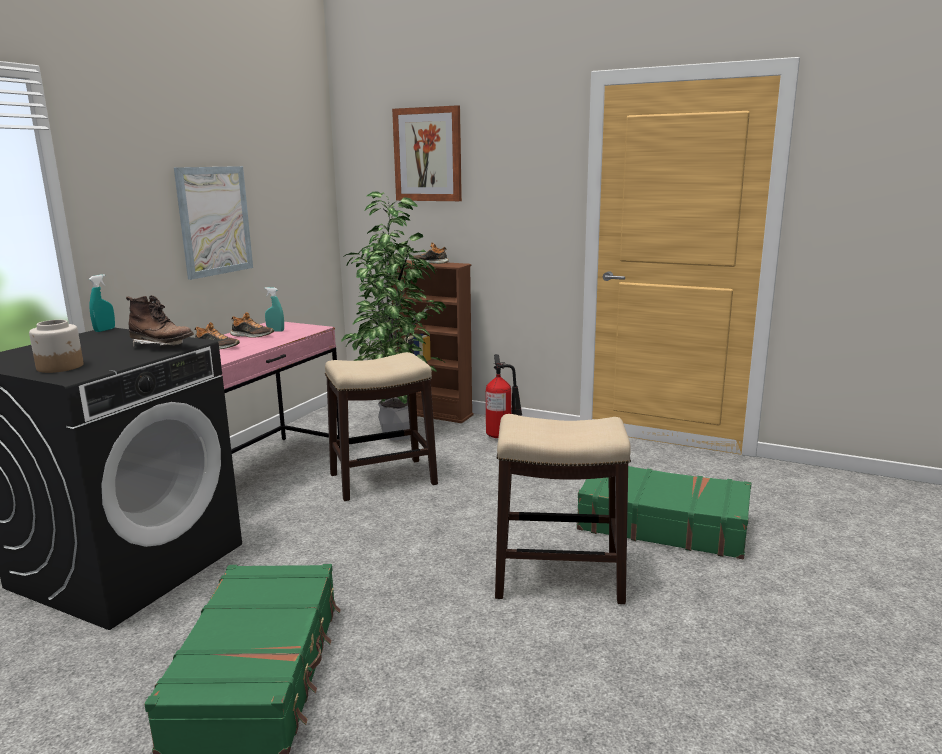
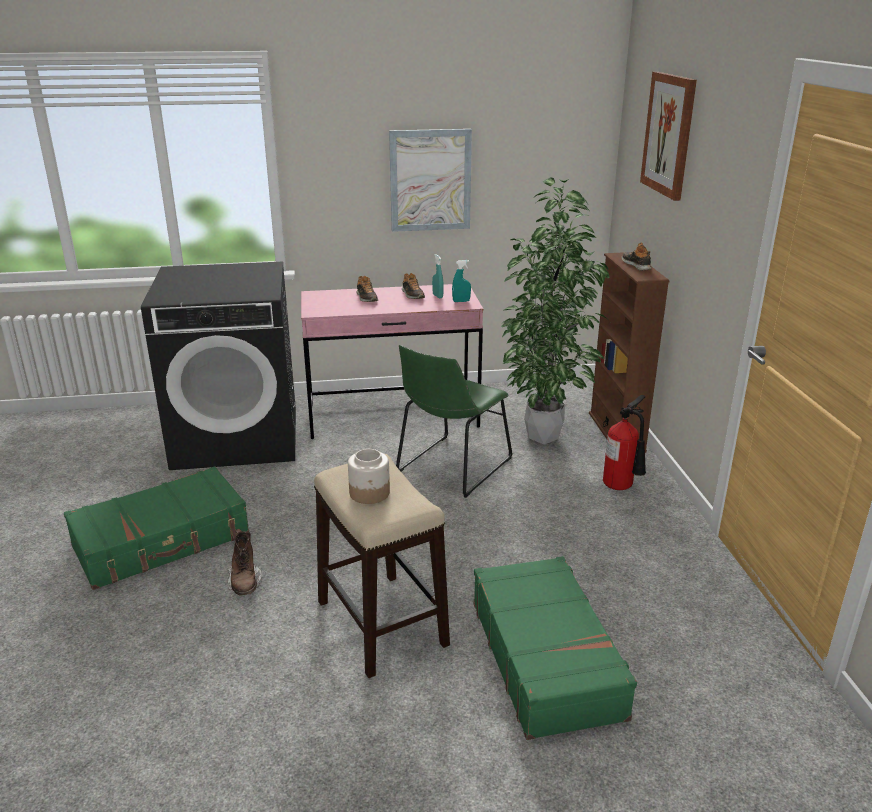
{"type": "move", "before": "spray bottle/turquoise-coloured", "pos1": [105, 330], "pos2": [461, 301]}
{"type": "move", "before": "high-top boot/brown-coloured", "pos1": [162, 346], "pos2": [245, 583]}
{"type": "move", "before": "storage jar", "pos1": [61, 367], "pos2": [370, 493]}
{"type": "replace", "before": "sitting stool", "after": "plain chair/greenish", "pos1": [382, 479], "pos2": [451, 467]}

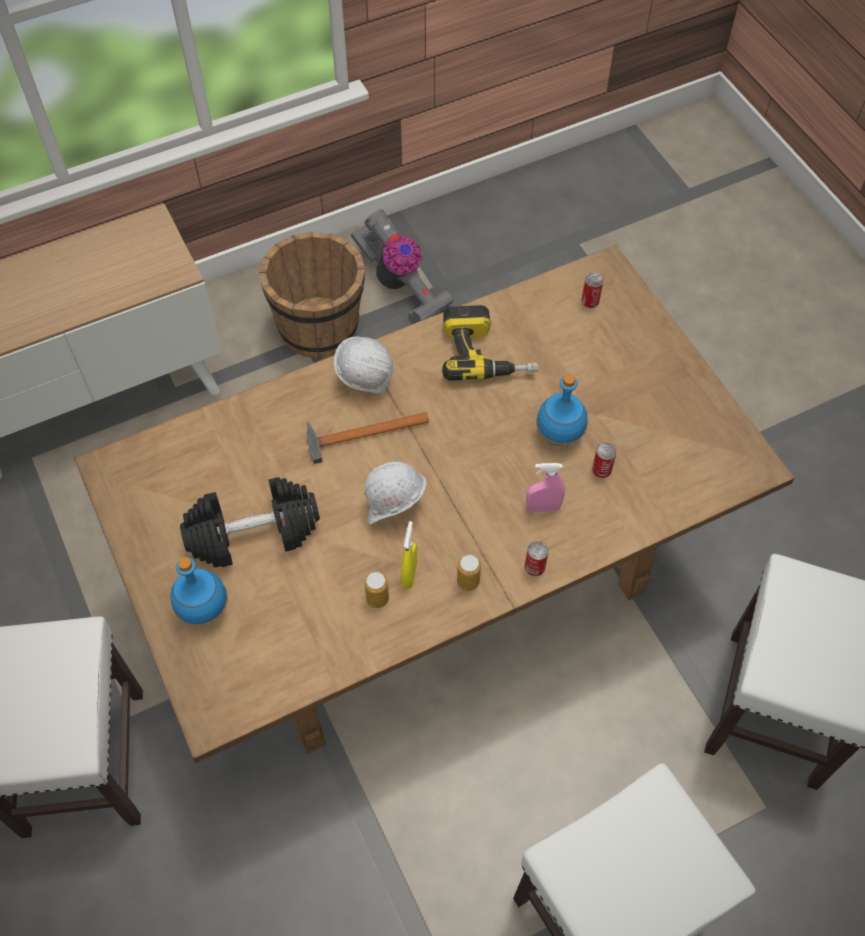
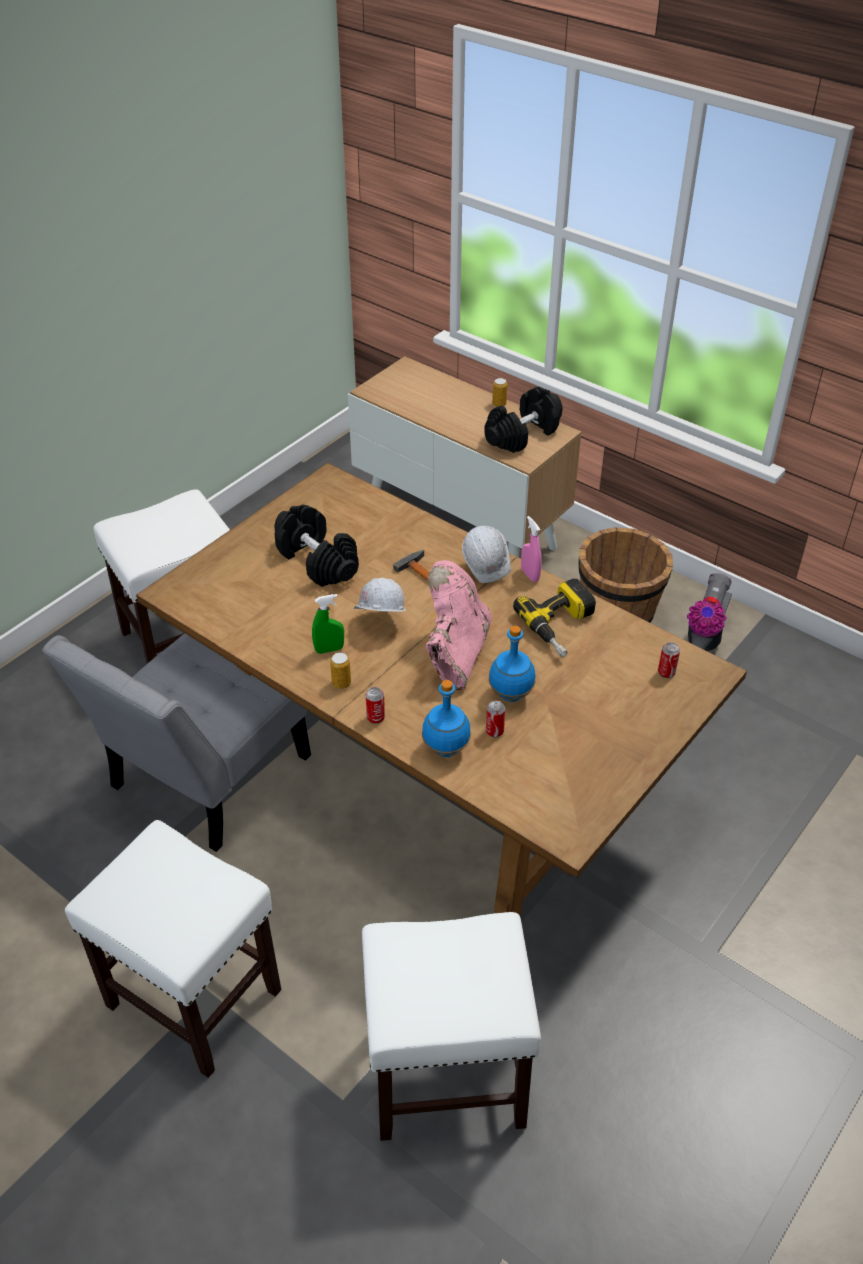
{"type": "move", "before": "spray bottle/pink-coloured", "pos1": [543, 507], "pos2": [530, 575]}
{"type": "recolor", "before": "spray bottle/yellowish", "after": "spray bottle/greenish", "pos1": [409, 574], "pos2": [329, 649]}
{"type": "move", "before": "beverage bottle/bluish", "pos1": [205, 610], "pos2": [446, 749]}
{"type": "move", "before": "can", "pos1": [377, 598], "pos2": [499, 404]}
{"type": "insert", "after": "hand weight/blackish", "pos2": [522, 435]}
{"type": "insert", "after": "high-top boot/pink-coloured", "pos2": [455, 654]}
{"type": "insert", "after": "plain chair/greyish", "pos2": [203, 779]}

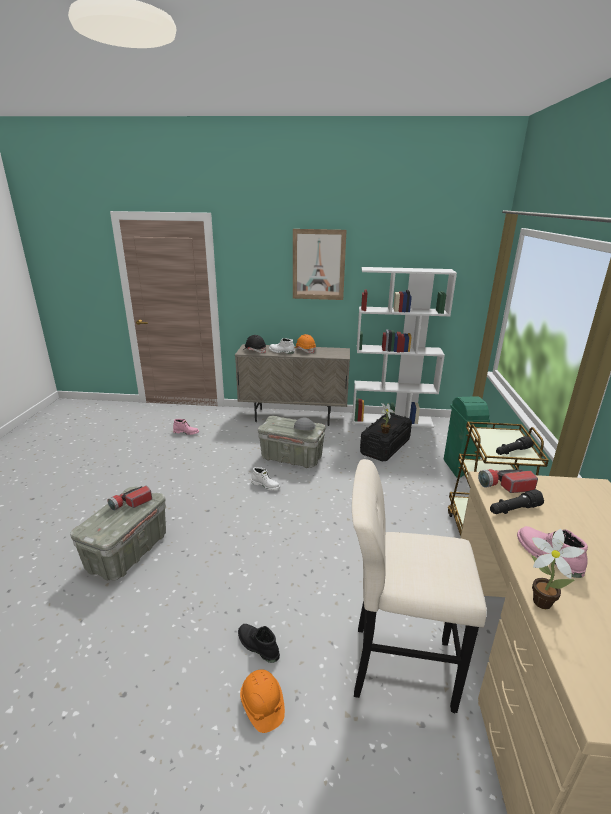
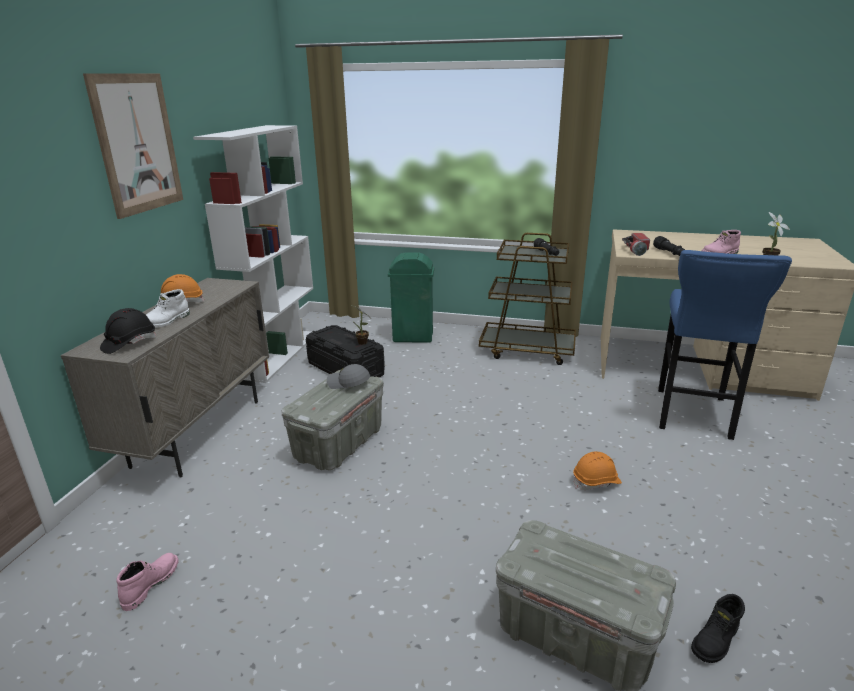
{"type": "recolor", "before": "sitting stool/beige-coloured", "after": "sitting stool/bluish", "pos1": [396, 665], "pos2": [692, 416]}
{"type": "delete", "before": "high-top boot/whitish", "pos1": [266, 485]}
{"type": "delete", "before": "torch", "pos1": [131, 503]}
{"type": "move", "before": "high-top boot/blackish", "pos1": [257, 646], "pos2": [716, 641]}
{"type": "move", "before": "safety helmet/orange", "pos1": [262, 705], "pos2": [596, 482]}

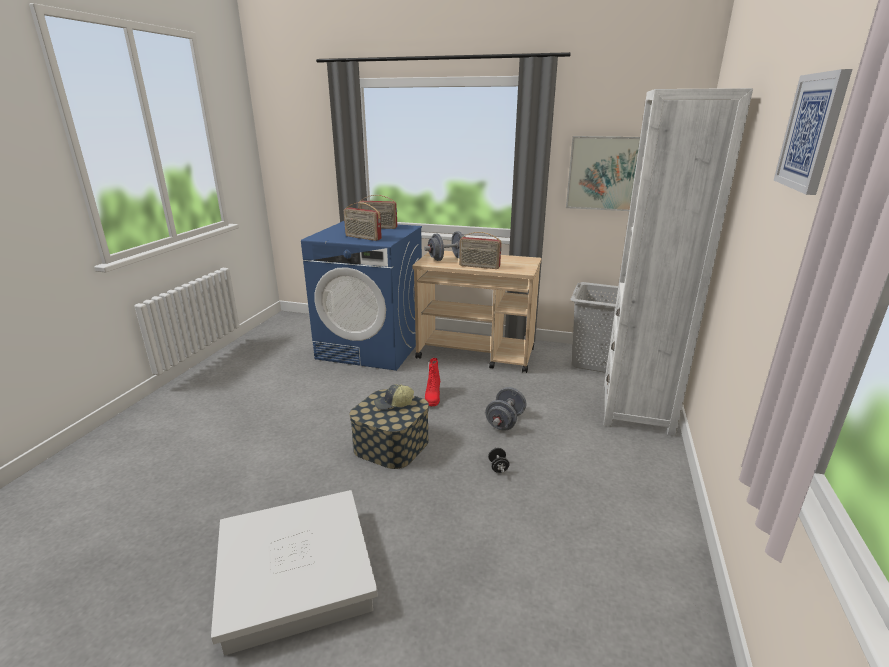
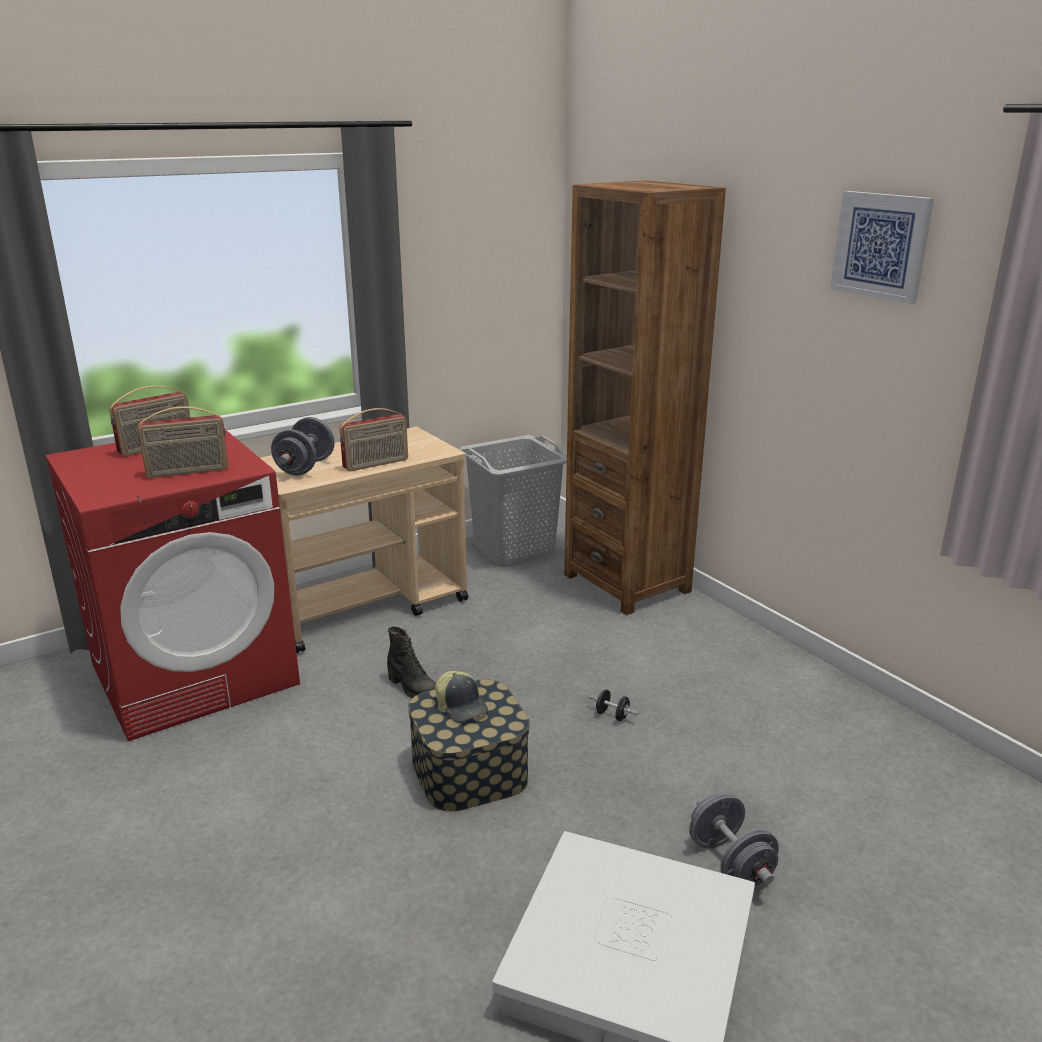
{"type": "recolor", "before": "bookshelf/whitish", "after": "bookshelf/brown-coloured", "pos1": [637, 409], "pos2": [627, 583]}
{"type": "delete", "before": "wall art", "pos1": [605, 173]}
{"type": "recolor", "before": "laundry machine/bluish", "after": "laundry machine/red-coloured", "pos1": [372, 347], "pos2": [195, 673]}
{"type": "recolor", "before": "high-top boot/red-coloured", "after": "high-top boot/blackish", "pos1": [432, 397], "pos2": [413, 689]}
{"type": "rotate", "before": "cap", "pos1": [393, 404], "pos2": [462, 706], "turn": -60}
{"type": "move", "before": "hand weight/greyish", "pos1": [505, 421], "pos2": [730, 863]}

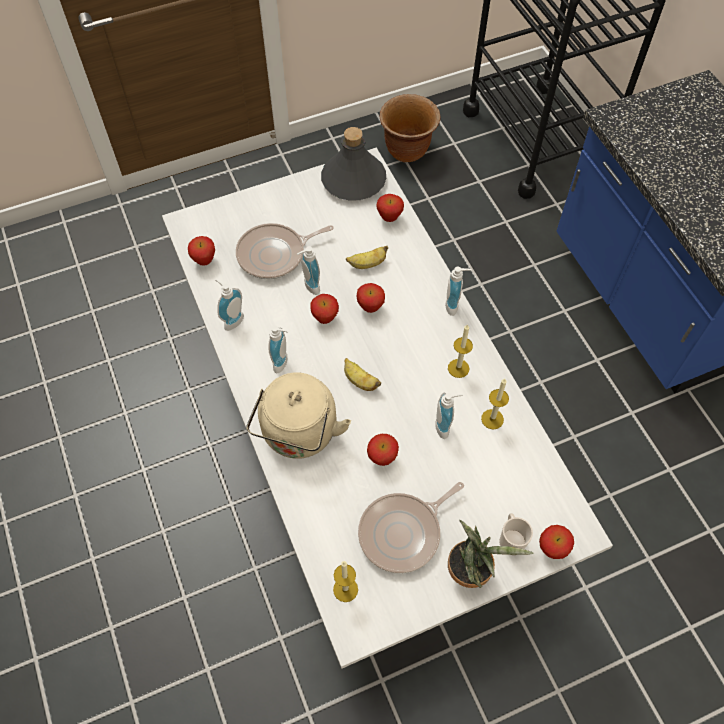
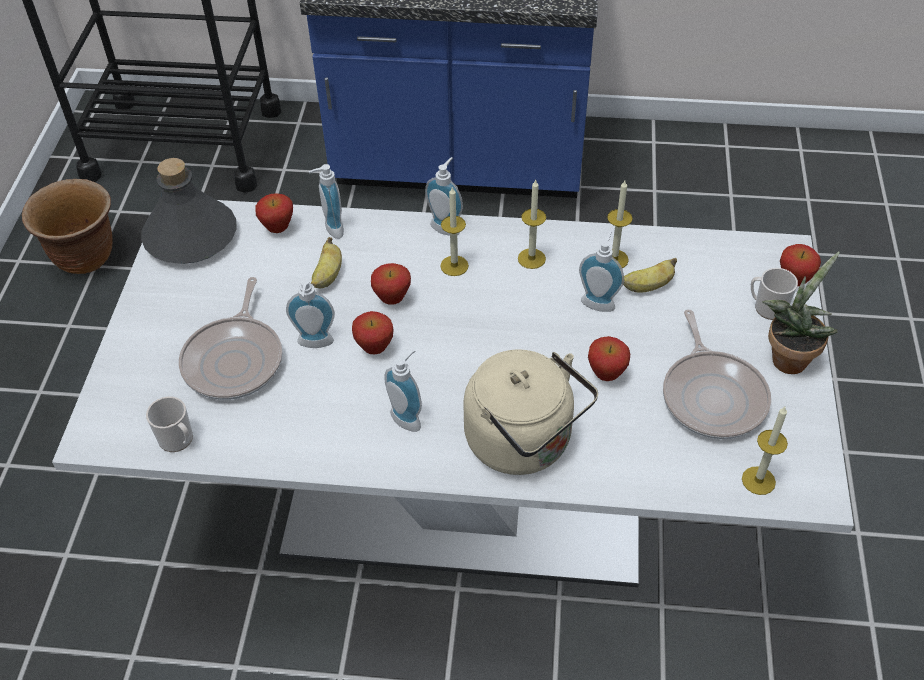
{"type": "replace", "before": "whole apple", "after": "tea mug", "pos1": [204, 261], "pos2": [178, 440]}
{"type": "move", "before": "soap dispenser", "pos1": [231, 320], "pos2": [330, 229]}
{"type": "move", "before": "banana fruit", "pos1": [360, 381], "pos2": [647, 287]}
{"type": "insert", "after": "wax candle", "pos2": [454, 265]}

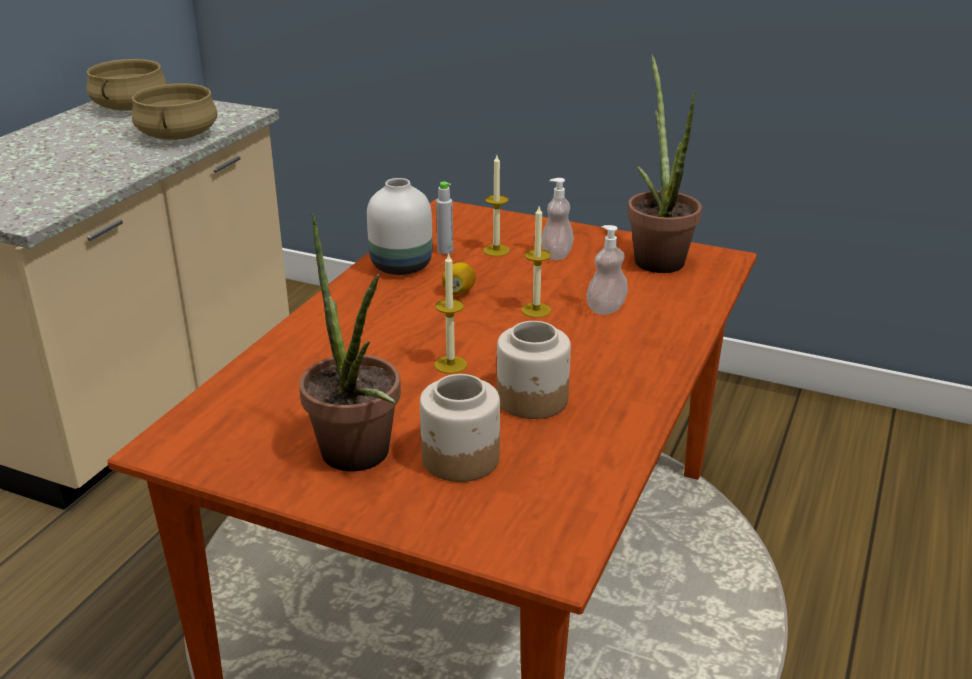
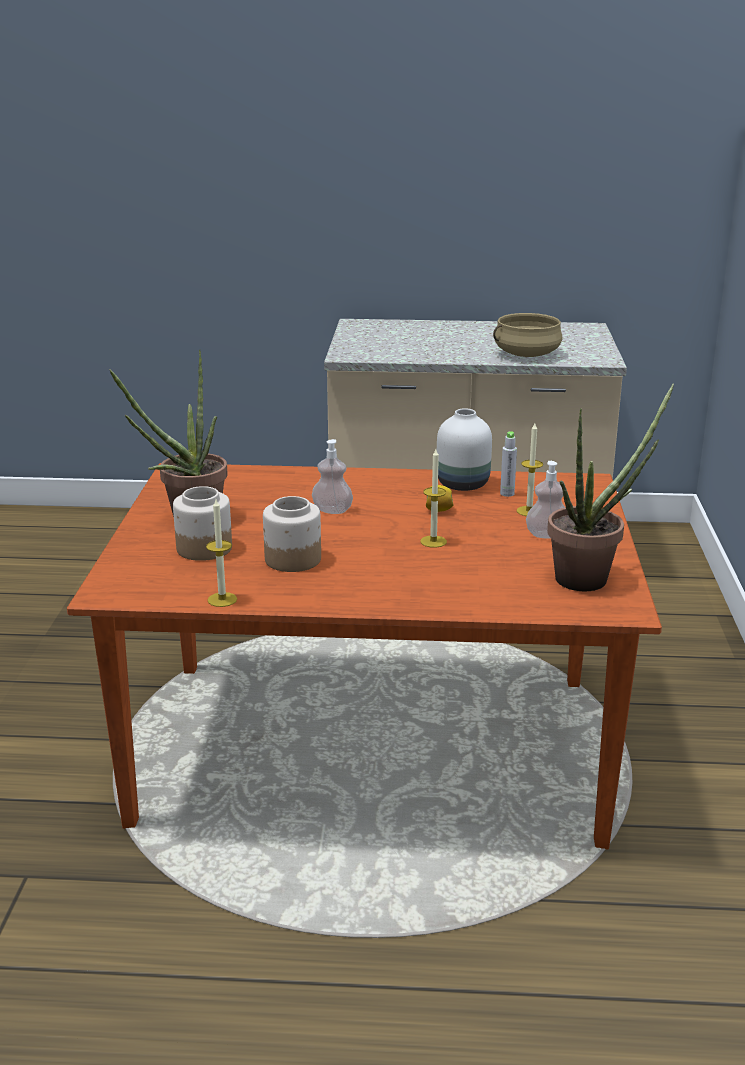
{"type": "delete", "before": "saucepot/beige-coloured", "pos1": [131, 107]}
{"type": "move", "before": "soap dispenser", "pos1": [606, 308], "pos2": [332, 510]}
{"type": "move", "before": "wax candle", "pos1": [450, 364], "pos2": [222, 599]}

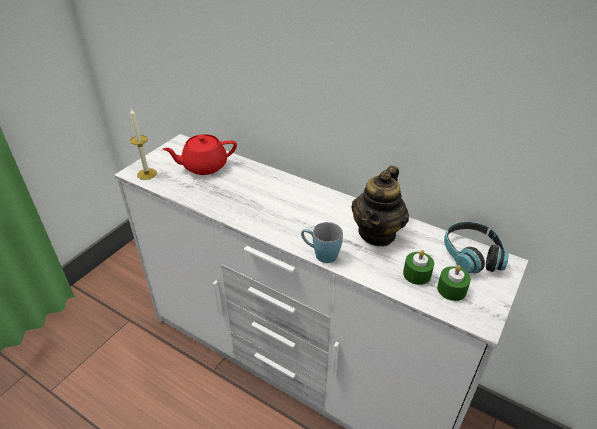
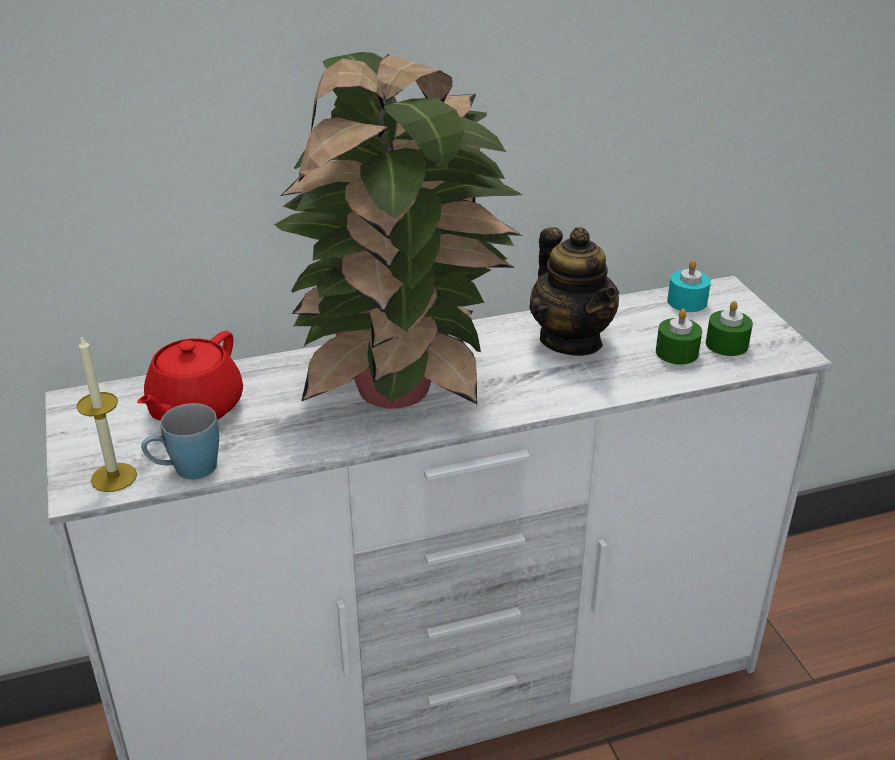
{"type": "replace", "before": "pair of headphones", "after": "wax candle/turquoise-coloured", "pos1": [471, 255], "pos2": [687, 302]}
{"type": "move", "before": "tea mug/bluish", "pos1": [320, 254], "pos2": [186, 470]}
{"type": "insert", "after": "houseplant", "pos2": [400, 384]}

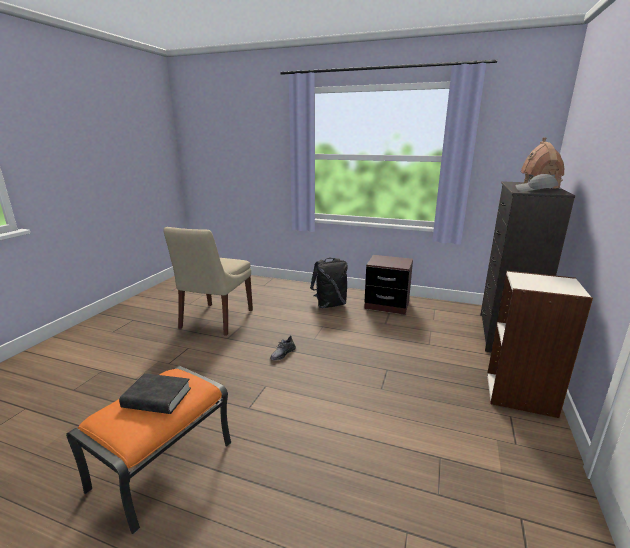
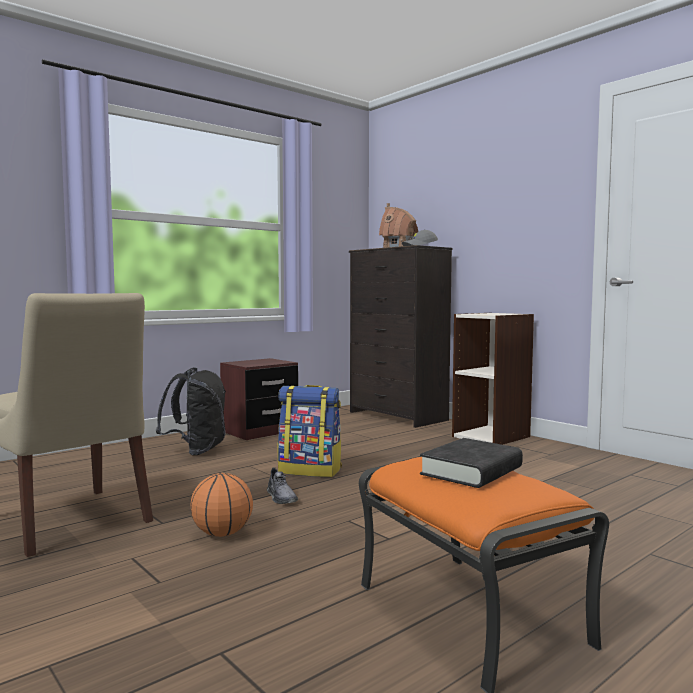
{"type": "insert", "after": "knapsack", "pos2": [310, 470]}
{"type": "insert", "after": "basketball ball", "pos2": [222, 534]}

